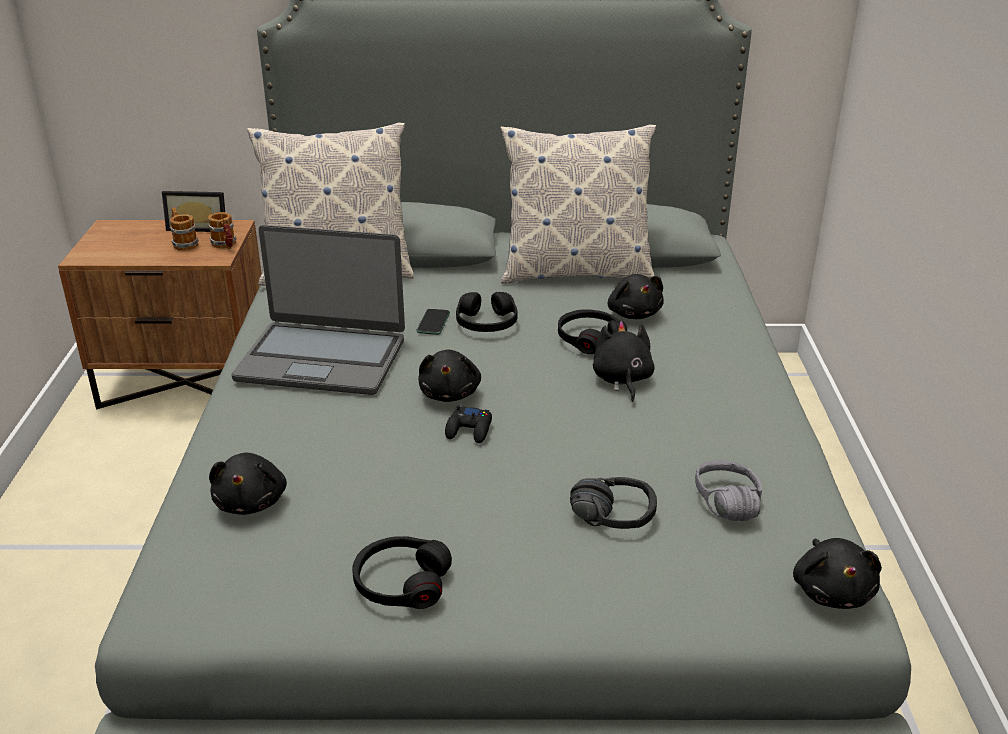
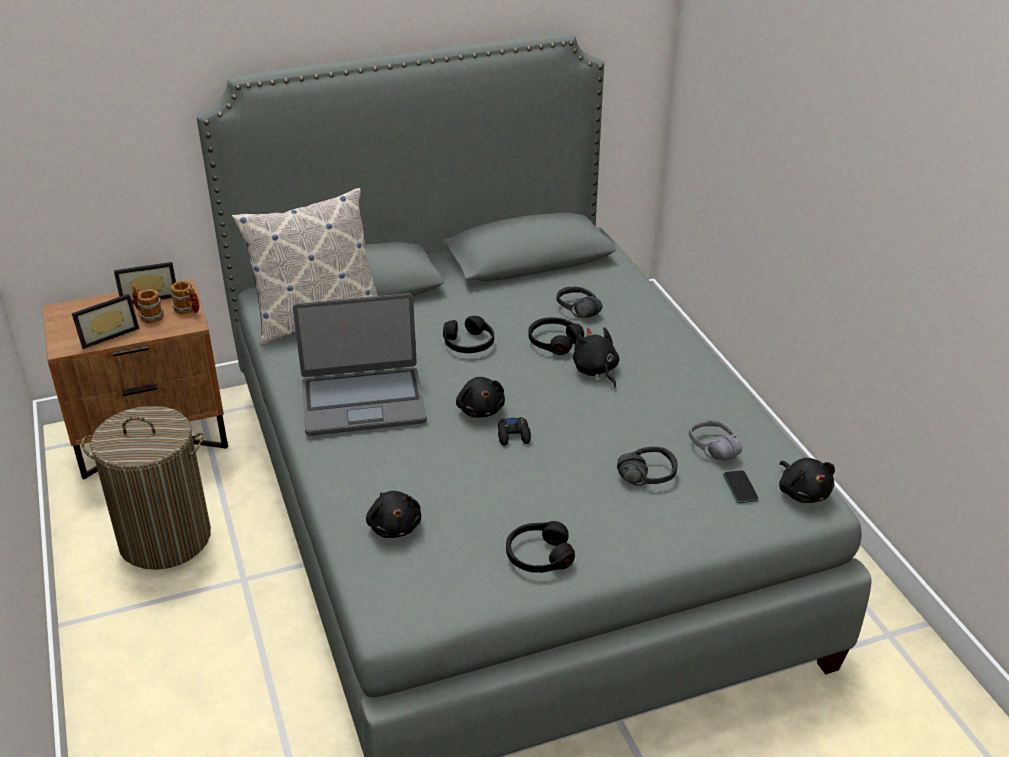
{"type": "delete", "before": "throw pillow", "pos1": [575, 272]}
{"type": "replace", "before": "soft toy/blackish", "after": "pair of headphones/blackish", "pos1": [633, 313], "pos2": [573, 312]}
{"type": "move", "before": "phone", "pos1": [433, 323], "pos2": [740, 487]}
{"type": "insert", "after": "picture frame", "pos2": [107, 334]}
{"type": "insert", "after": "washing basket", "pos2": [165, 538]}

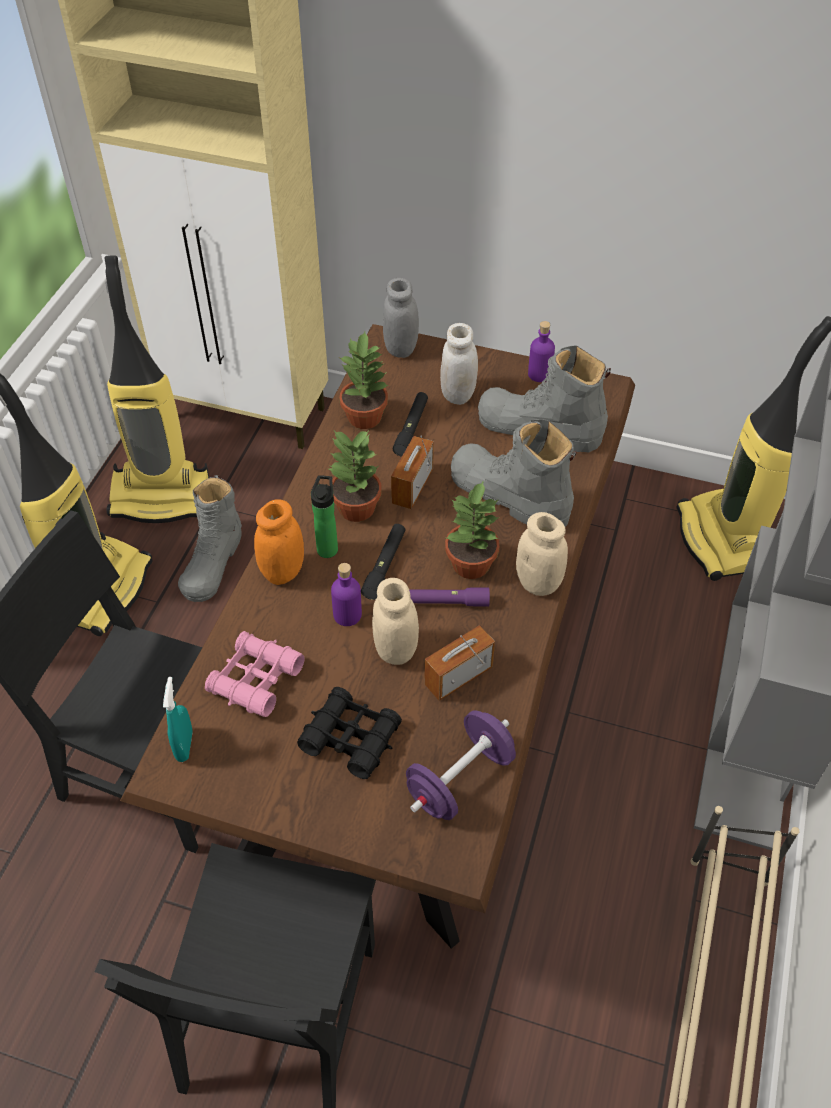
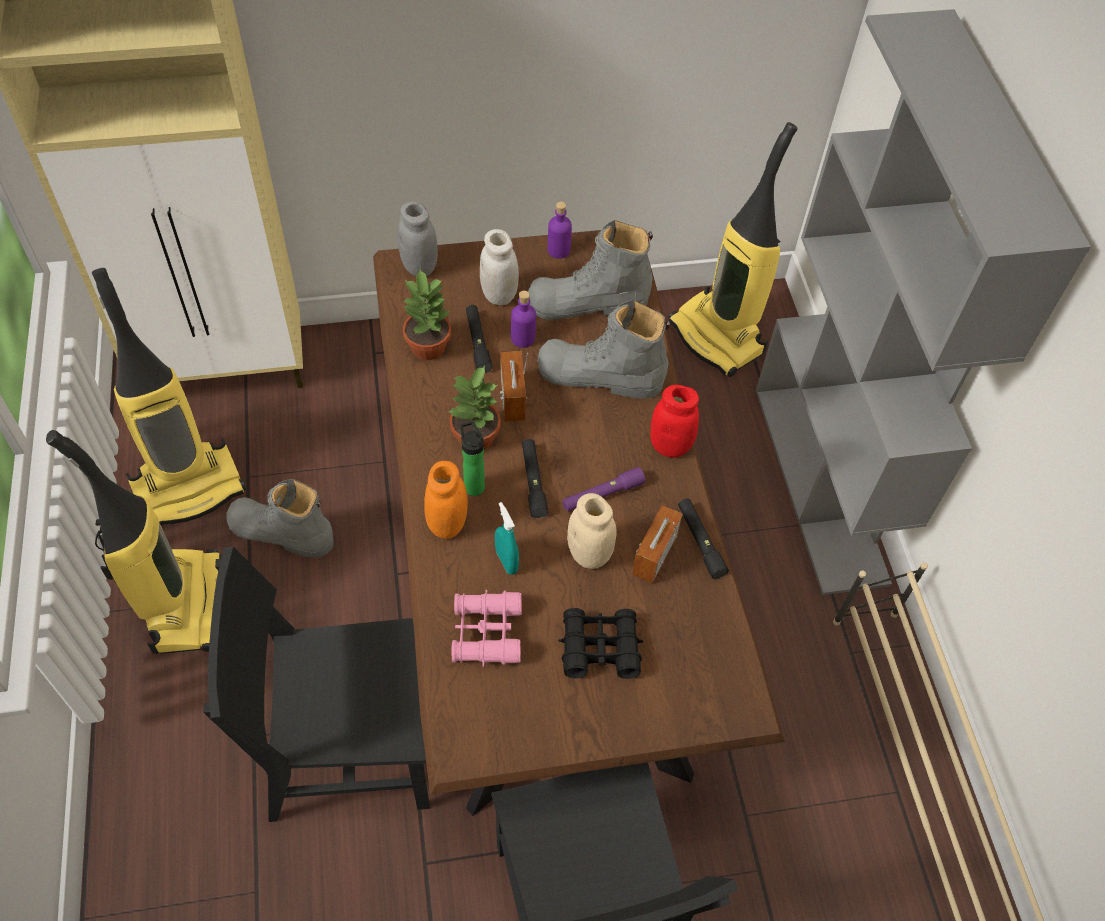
{"type": "rotate", "before": "high-top boot/greyish", "pos1": [213, 562], "pos2": [281, 533], "turn": 120}
{"type": "delete", "before": "houseplant", "pos1": [470, 564]}
{"type": "recolor", "before": "storage jar/beige-coloured", "after": "storage jar/red-coloured", "pos1": [538, 583], "pos2": [670, 446]}
{"type": "move", "before": "beverage bottle/purplish", "pos1": [347, 615], "pos2": [523, 338]}
{"type": "move", "before": "spray bottle/turquoise-coloured", "pos1": [184, 746], "pos2": [506, 561]}
{"type": "delete", "before": "hand weight/purplish", "pos1": [459, 779]}
{"type": "insert", "after": "torch/blackish", "pos2": [700, 541]}

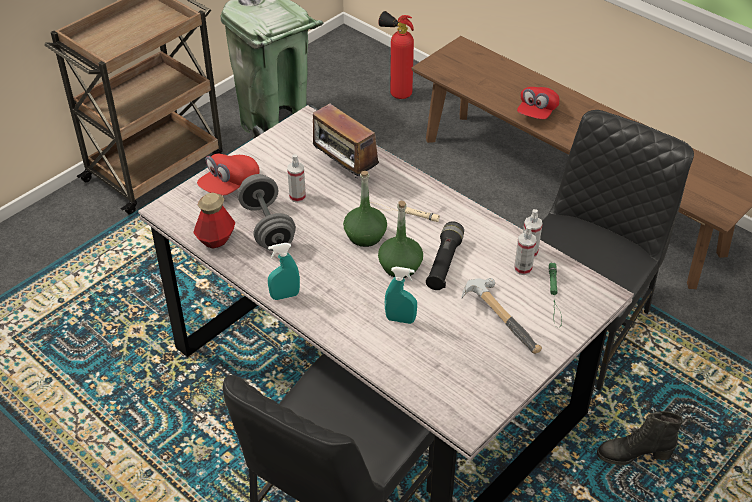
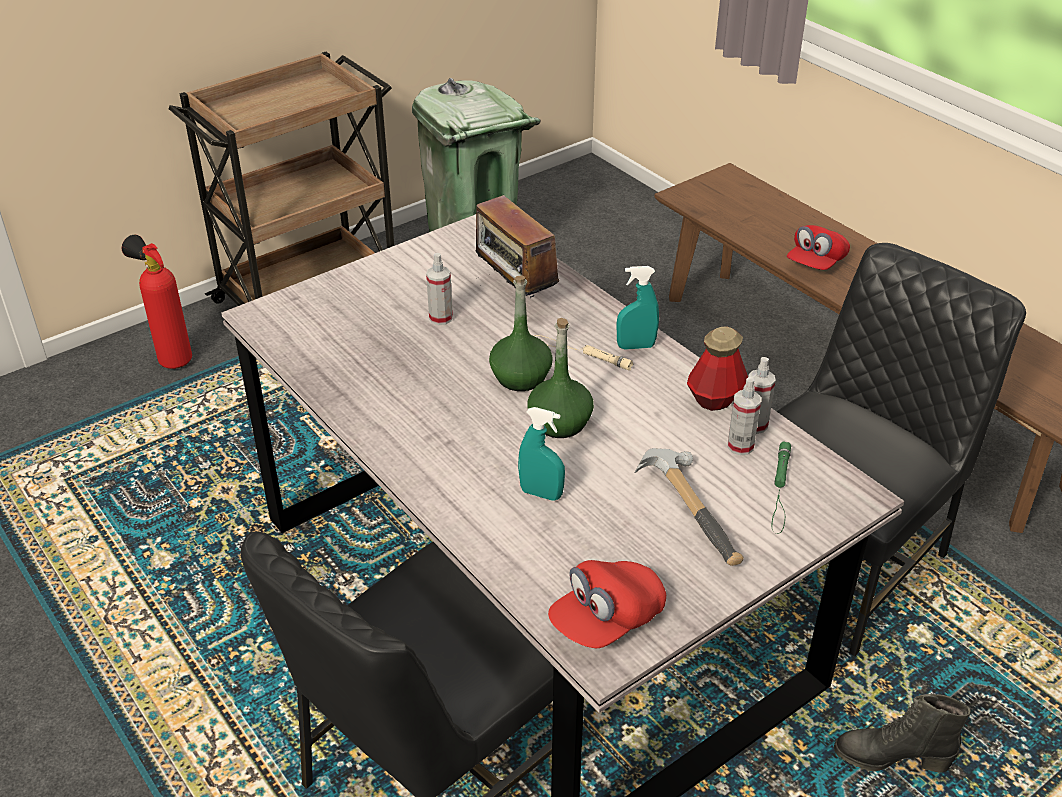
{"type": "move", "before": "fire extinguisher", "pos1": [396, 93], "pos2": [171, 359]}
{"type": "move", "before": "cap/red-coloured", "pos1": [229, 185], "pos2": [607, 620]}
{"type": "delete", "before": "hand weight/greyish", "pos1": [267, 227]}
{"type": "move", "before": "beverage bottle", "pos1": [216, 239], "pos2": [715, 399]}
{"type": "delete", "before": "torch/blackish", "pos1": [444, 263]}
{"type": "move", "before": "spray bottle/turquoise-coloured", "pos1": [285, 296], "pos2": [636, 346]}

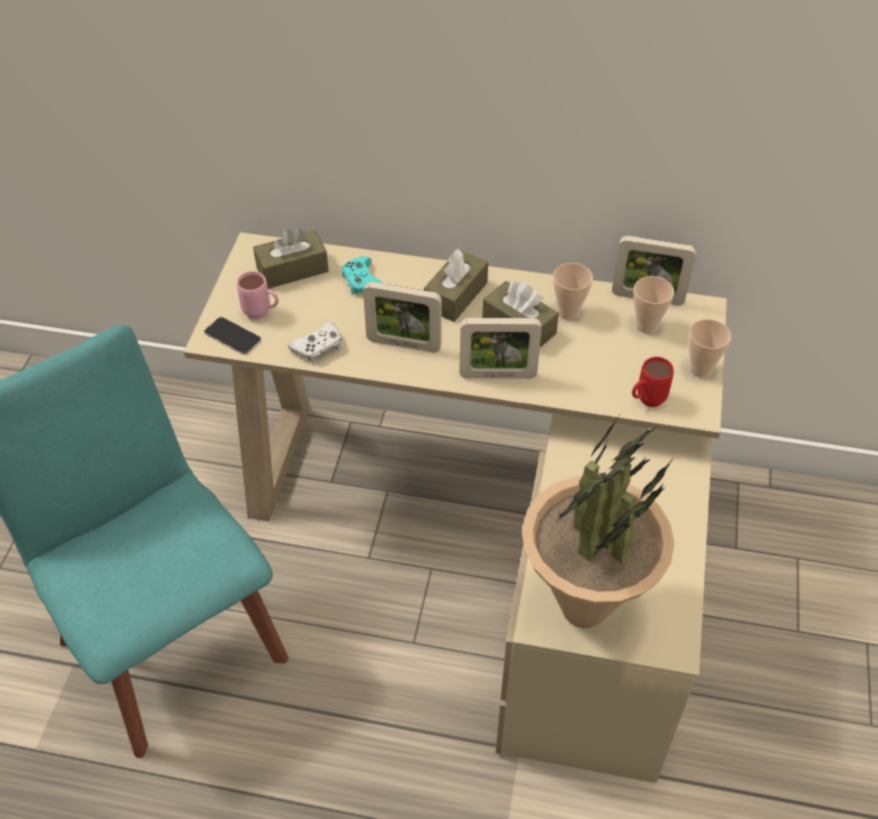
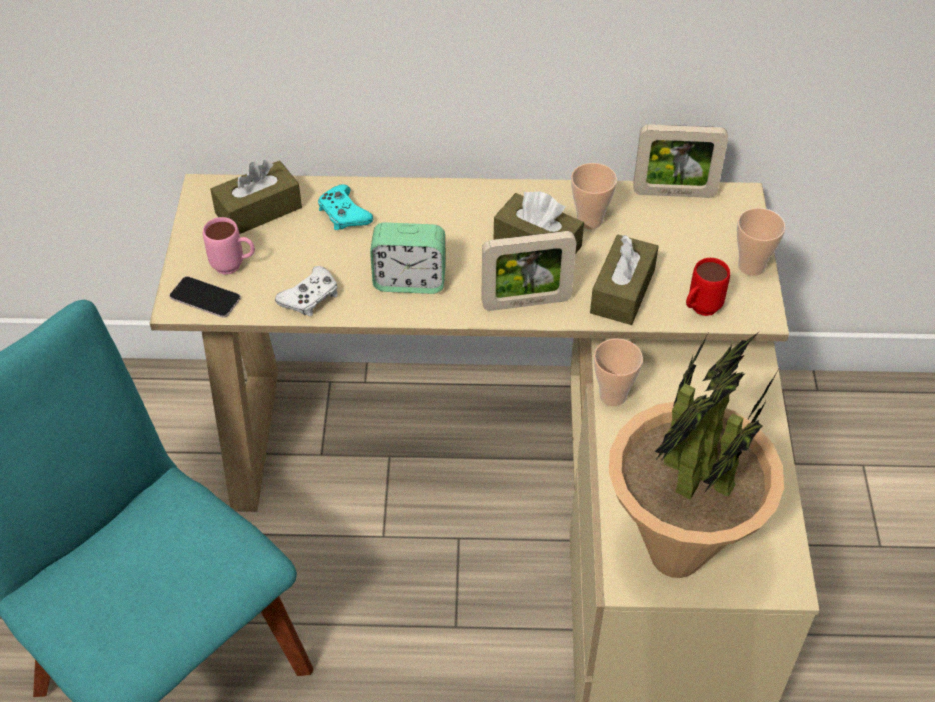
{"type": "move", "before": "tissue holder/brown-coloured", "pos1": [456, 296], "pos2": [622, 291]}
{"type": "move", "before": "cup", "pos1": [646, 326], "pos2": [613, 395]}
{"type": "replace", "before": "picture frame", "after": "table clock", "pos1": [403, 344], "pos2": [409, 281]}

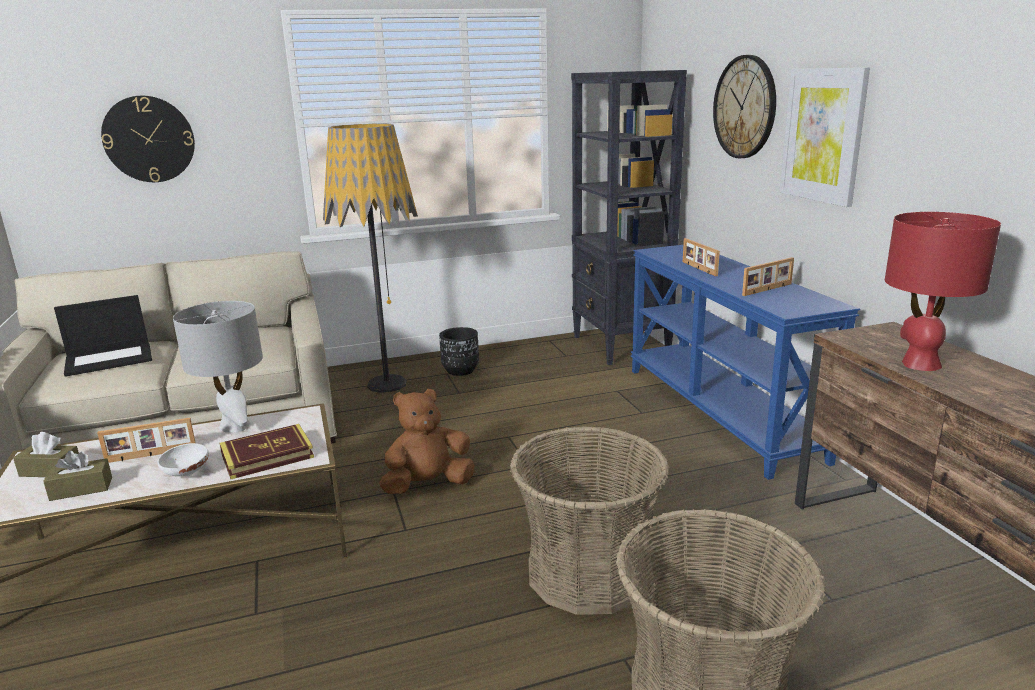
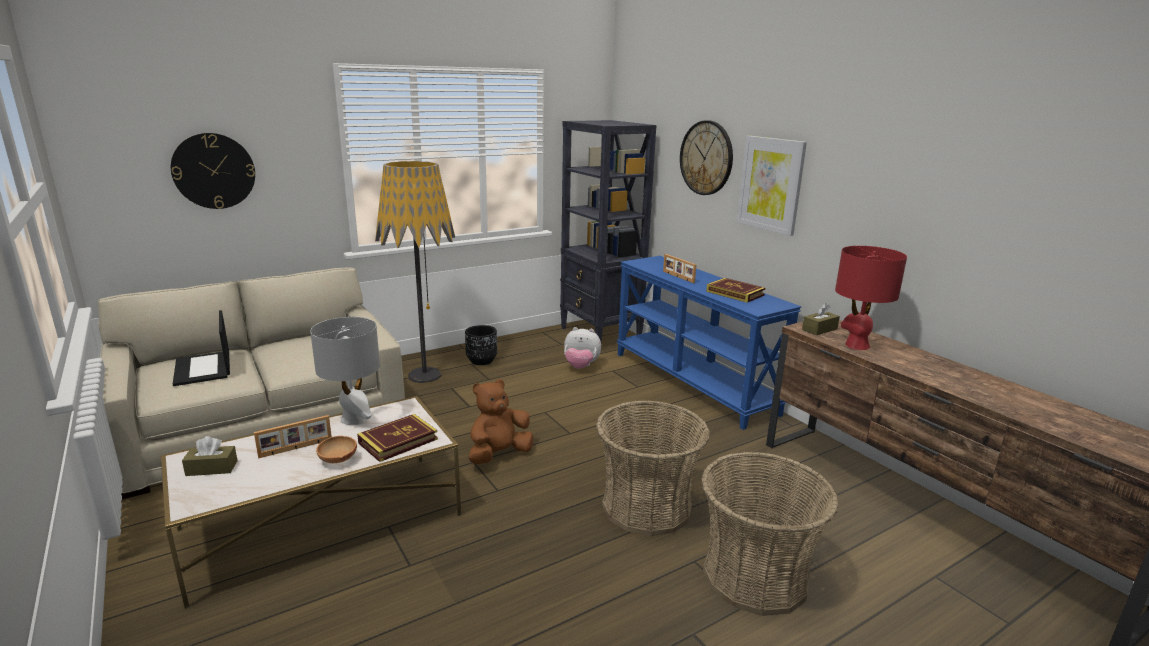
{"type": "replace", "before": "picture frame", "after": "book", "pos1": [768, 290], "pos2": [735, 293]}
{"type": "rotate", "before": "laptop", "pos1": [110, 359], "pos2": [204, 368], "turn": 105}
{"type": "recolor", "before": "serving bowl/whitish", "after": "serving bowl/brown-coloured", "pos1": [185, 473], "pos2": [337, 461]}
{"type": "move", "before": "tissue holder/brown-coloured", "pos1": [81, 489], "pos2": [819, 329]}
{"type": "insert", "after": "soft toy", "pos2": [581, 367]}

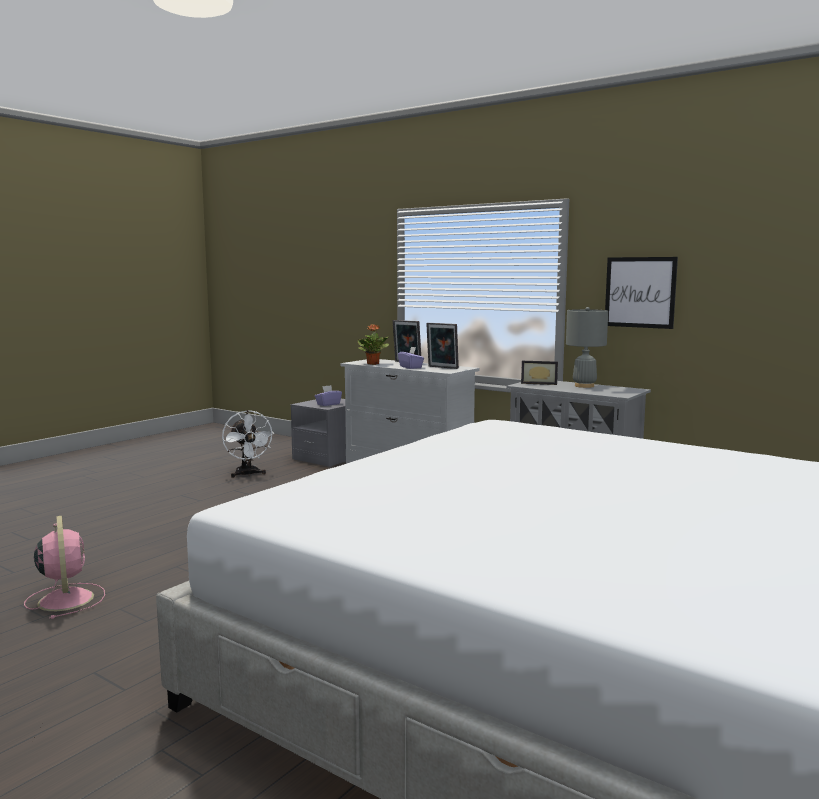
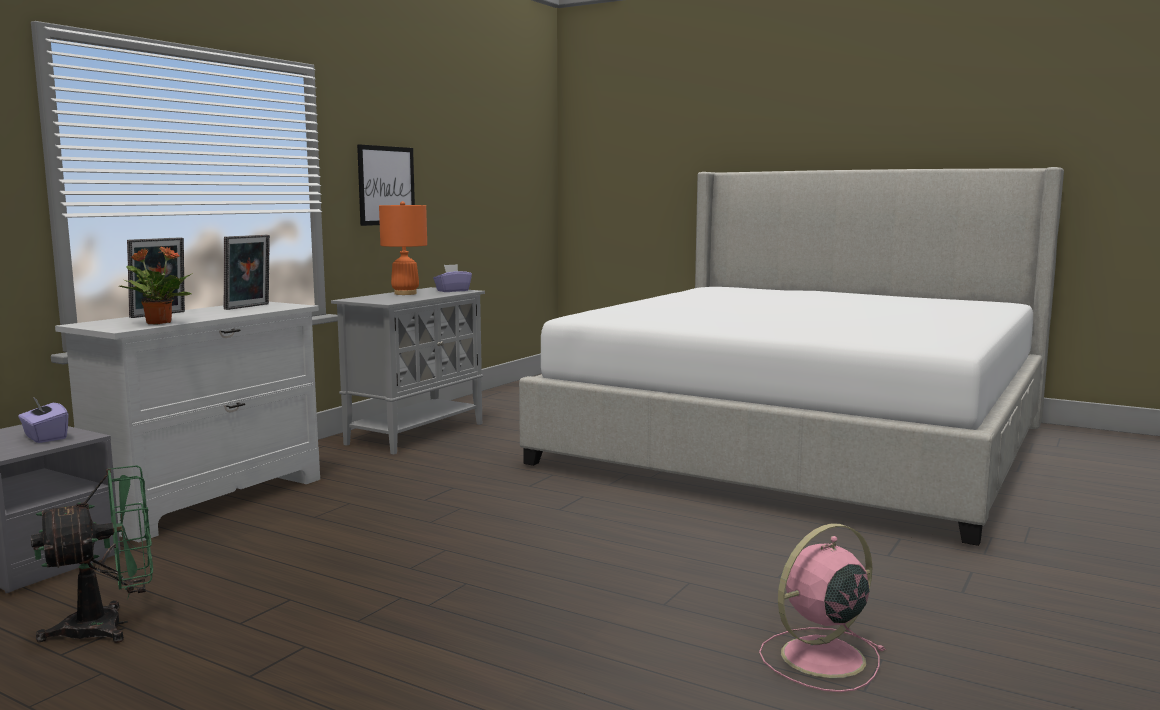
{"type": "recolor", "before": "table lamp/greyish", "after": "table lamp/orange", "pos1": [584, 386], "pos2": [405, 293]}
{"type": "move", "before": "tissue holder/purplish", "pos1": [411, 367], "pos2": [452, 291]}
{"type": "delete", "before": "picture frame", "pos1": [539, 383]}
{"type": "recolor", "before": "fan/whitish", "after": "fan/greenish", "pos1": [248, 474], "pos2": [110, 626]}

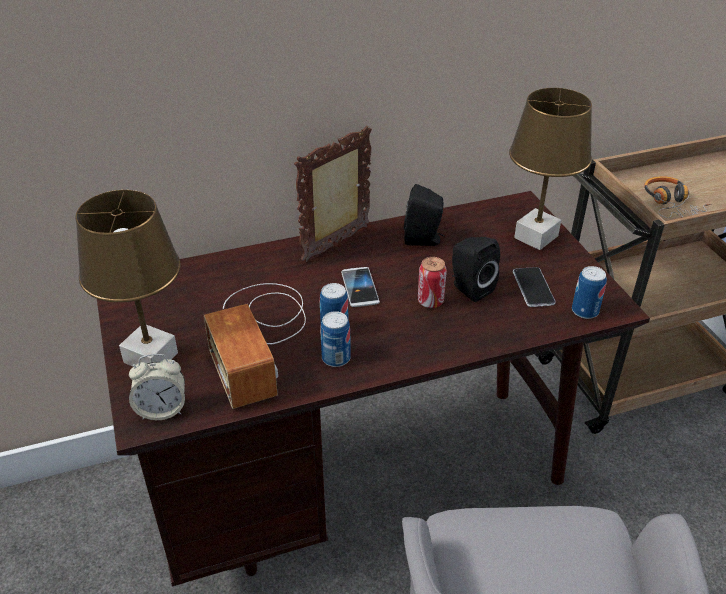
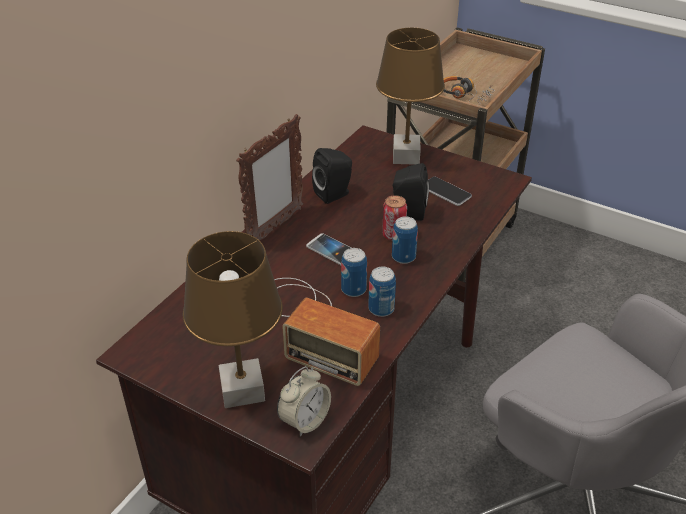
{"type": "rotate", "before": "picture frame", "pos1": [337, 244], "pos2": [275, 228], "turn": -150}
{"type": "move", "before": "can", "pos1": [585, 311], "pos2": [403, 257]}

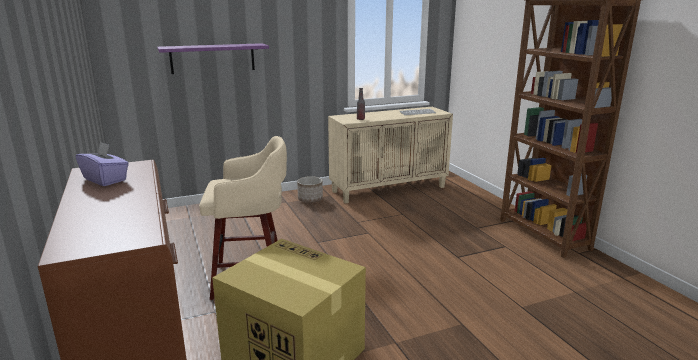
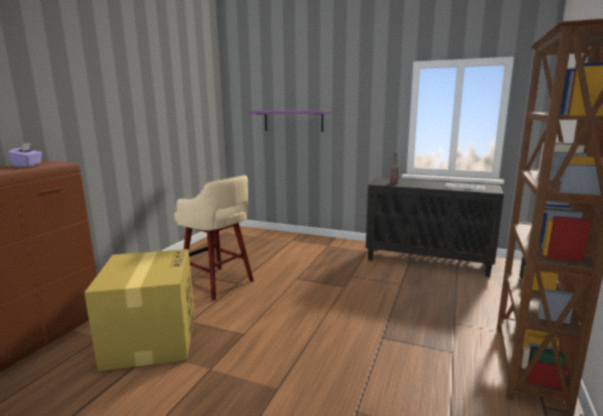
{"type": "recolor", "before": "cabinet/beige-coloured", "after": "cabinet/blackish", "pos1": [389, 189], "pos2": [428, 261]}
{"type": "delete", "before": "planter", "pos1": [310, 199]}

